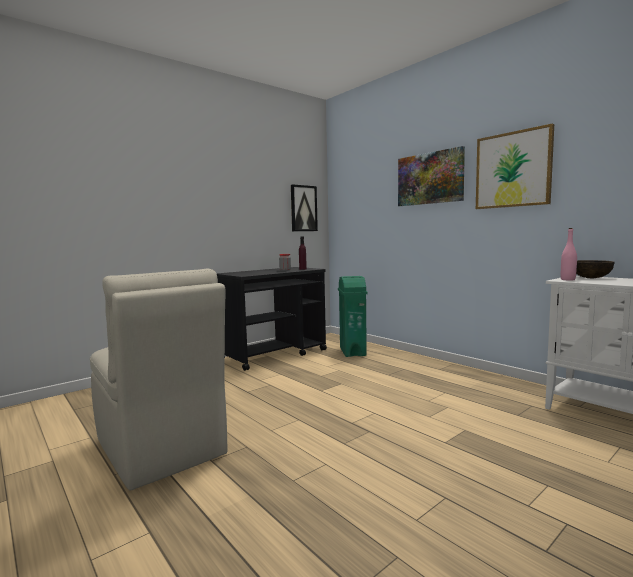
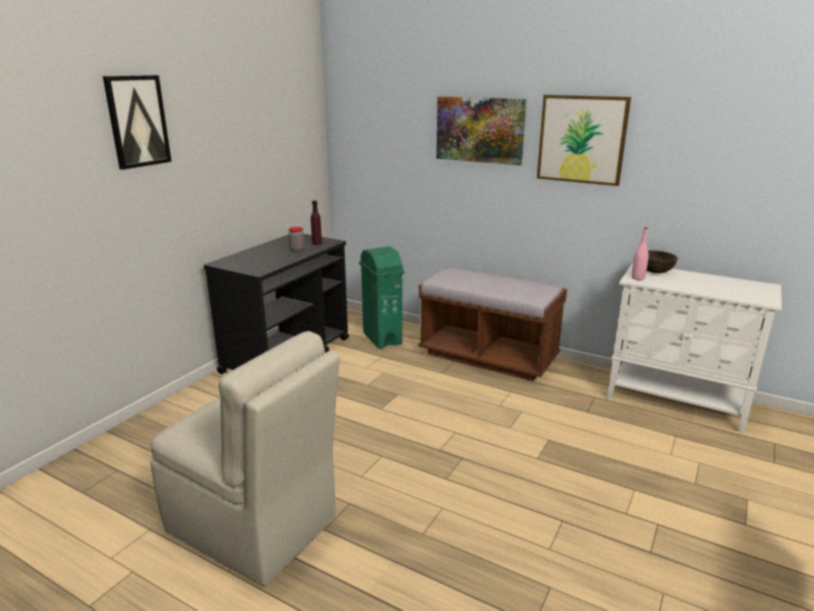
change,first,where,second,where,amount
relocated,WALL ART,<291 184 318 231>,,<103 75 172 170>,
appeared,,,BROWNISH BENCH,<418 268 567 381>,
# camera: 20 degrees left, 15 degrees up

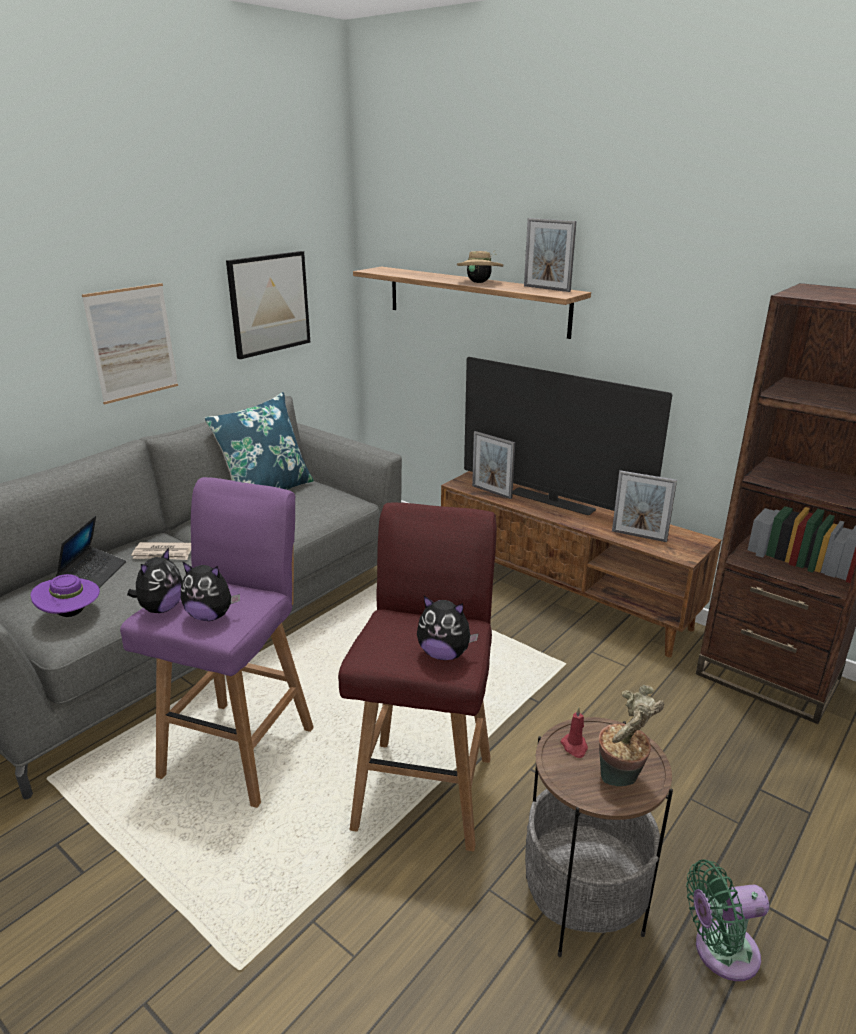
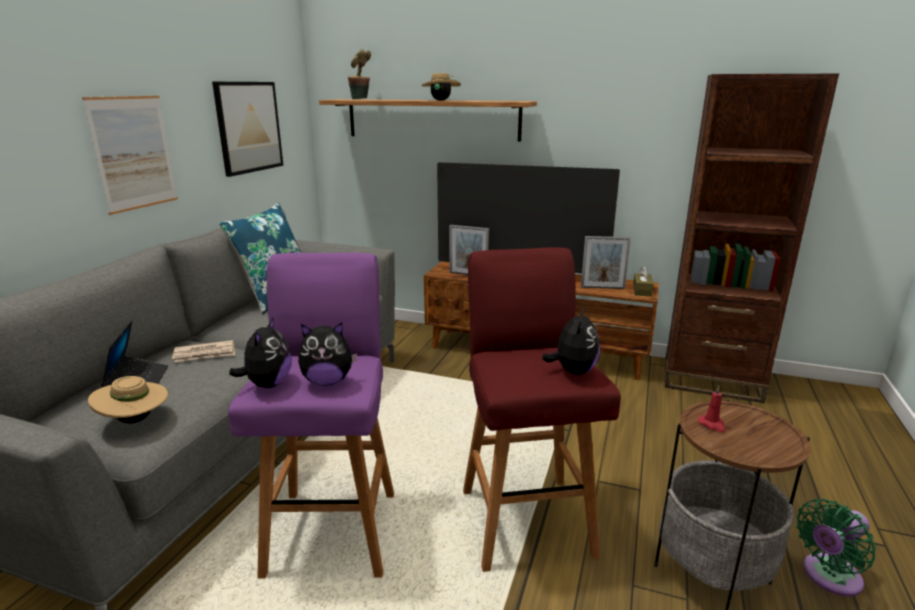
change,first,where,second,where,amount
missing,STANDING FRAME,<524 218 576 292>,,,
colour,PURPLE-COLOURED WEARABLE HAT,<31 574 100 617>,SAND-COLOURED WEARABLE HAT,<88 376 168 423>,
spun,CUDDLY TOY,<417 596 479 660>,,<542 308 600 375>,75 degrees counterclockwise
relocated,POTTED PLANT,<599 685 664 786>,,<348 49 371 100>,
appeared,,,BROWNISH TISSUE HOLDER,<633 266 654 297>,
# camera: 20 degrees left, 5 degrees down

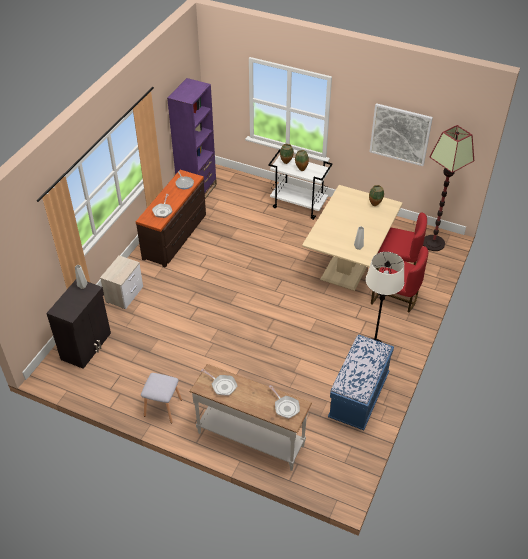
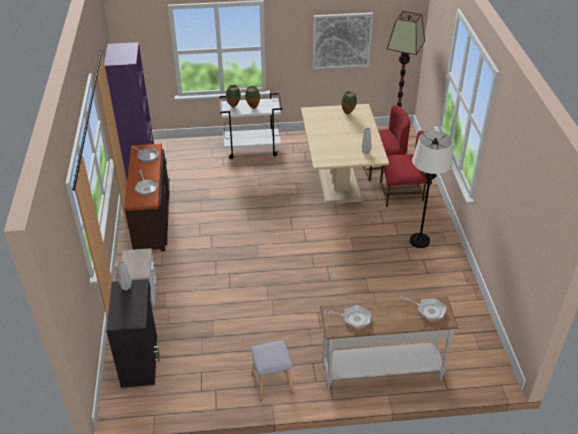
change,first,where,second,where,amount
missing,BLUE BENCH,<328 334 394 430>,,,
# camera: 30 degrees left, 5 degrees down

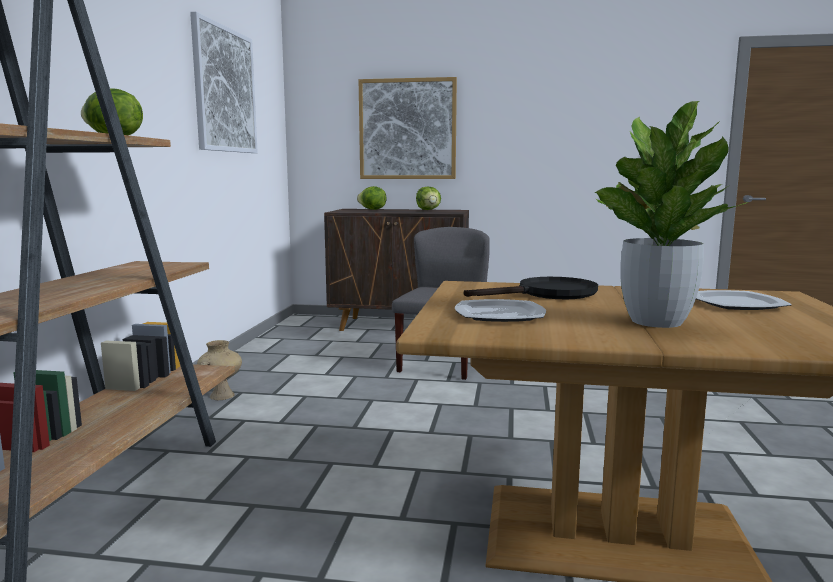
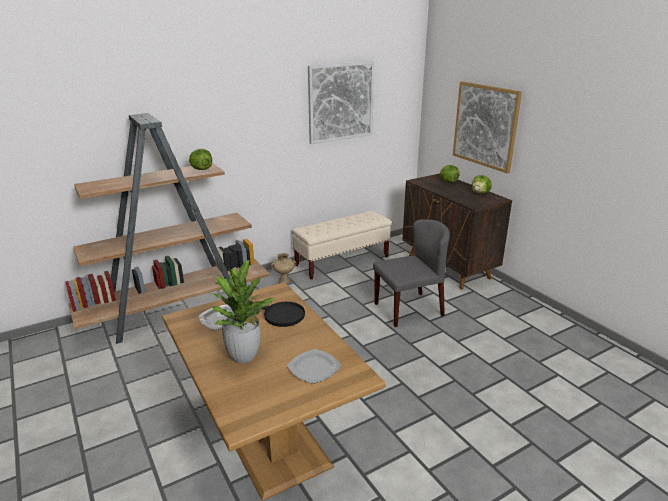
change,first,where,second,where,amount
appeared,,,SAND-COLOURED BENCH,<292 211 391 279>,
# camera: 50 degrees right, 15 degrees up

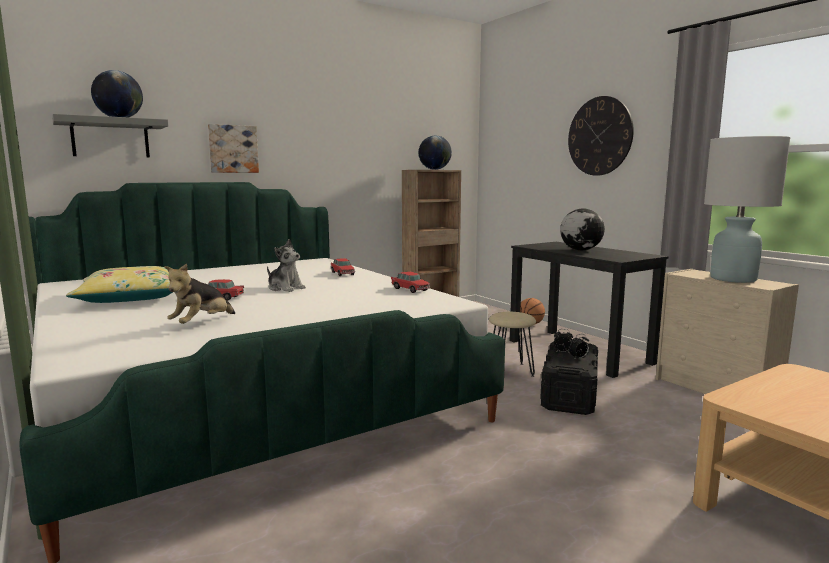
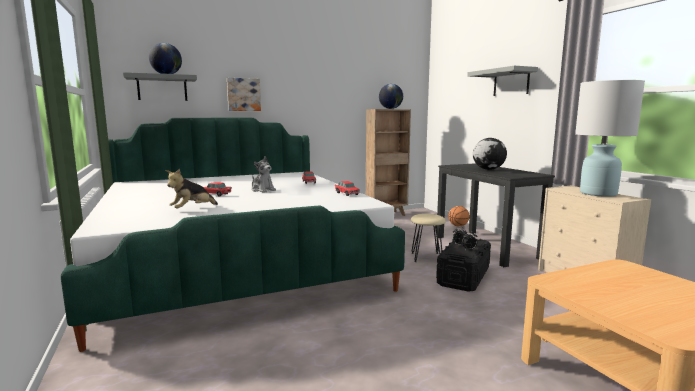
change,first,where,second,where,amount
exchanged,WALL CLOCK,<568 96 634 176>,GRAY SHELF,<467 66 538 96>,
missing,YELLOWISH CUSHION,<66 266 173 303>,,,
# camera: 10 degrees right, 0 degrees up

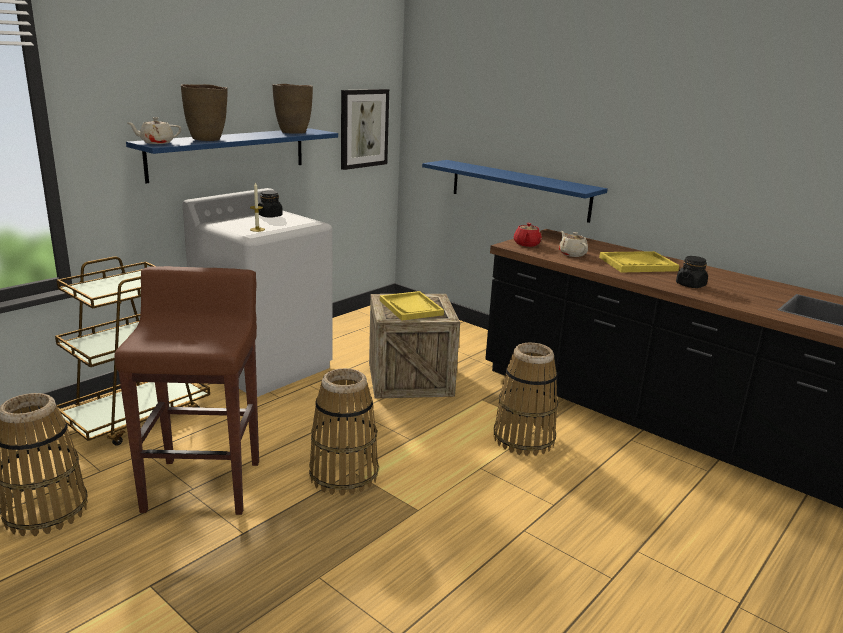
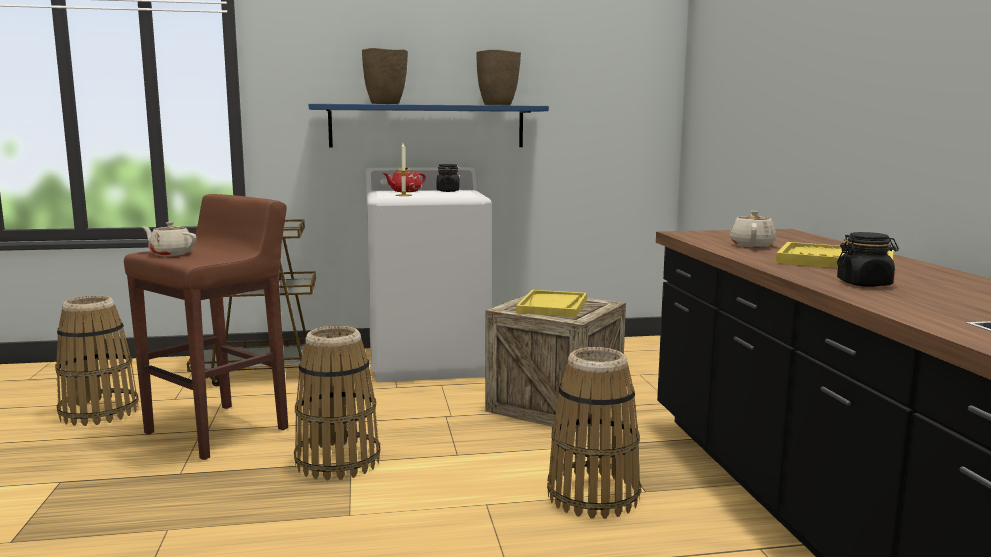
change,first,where,second,where,amount
missing,WALL ART,<341 89 389 170>,,,
relocated,SAND-COLOURED POT FOR TEA,<126 117 182 144>,,<142 222 197 256>,
missing,BLUE SHELF,<422 160 608 223>,,,
relocated,REDDISH POT FOR TEA,<514 223 542 247>,,<383 167 426 192>,
# camera: 40 degrees right, 10 degrees down

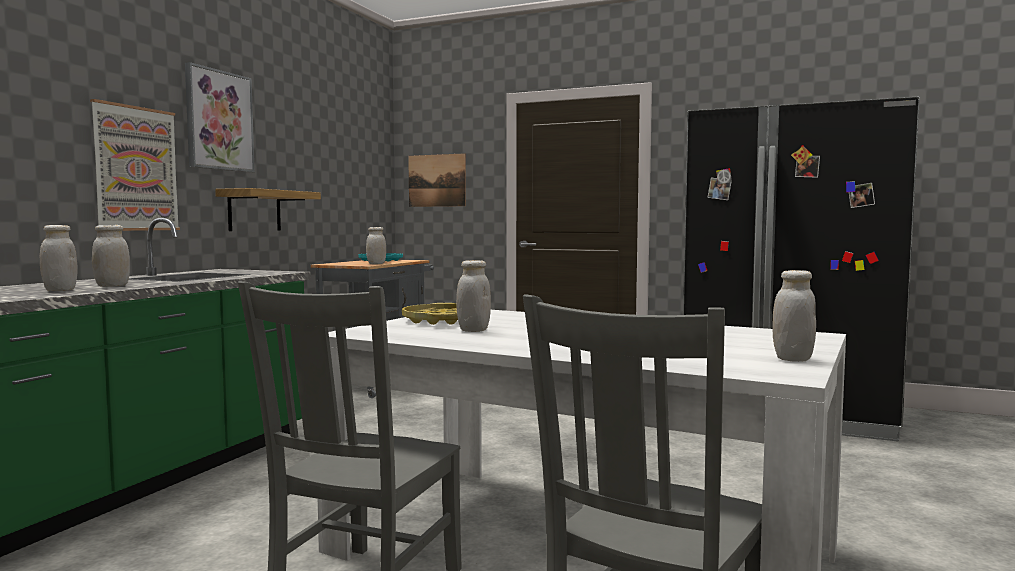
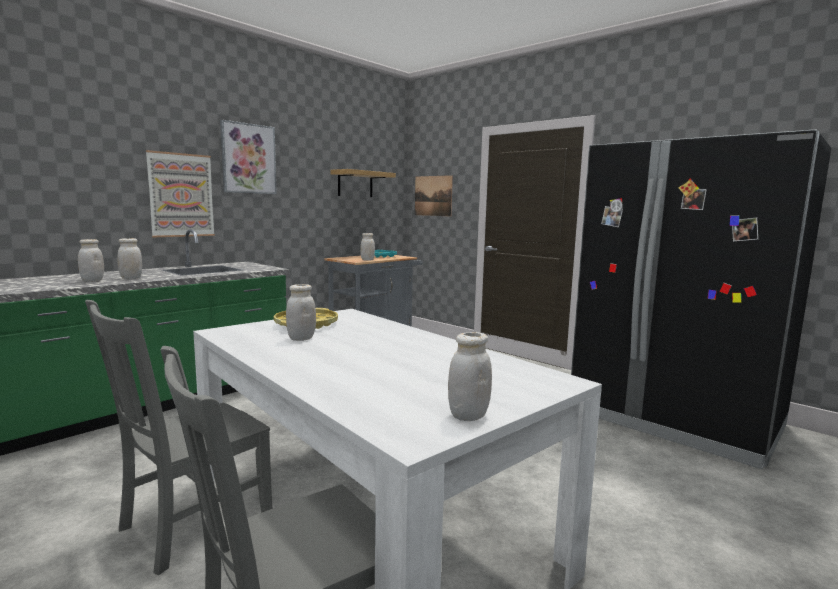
change,first,where,second,where,amount
relocated,SHELF,<215 188 321 231>,,<330 169 396 197>,
# camera: 20 degrees right, 5 degrees up

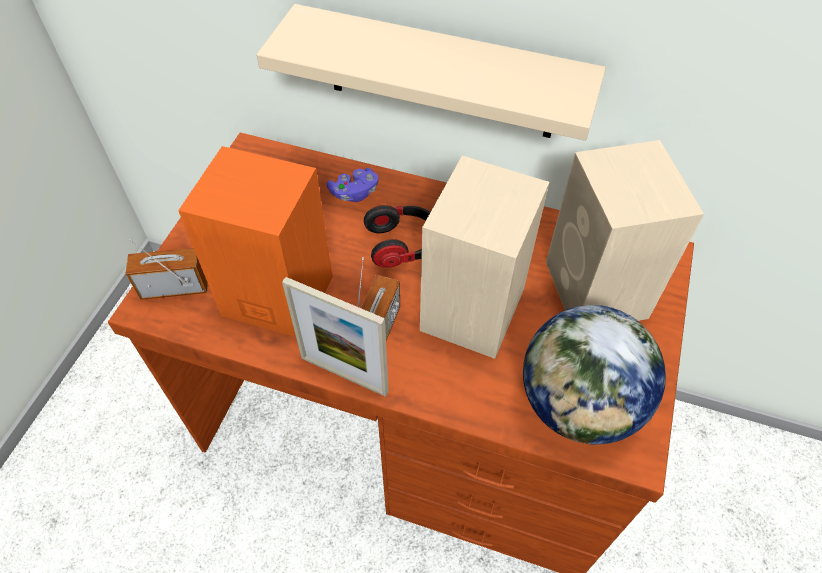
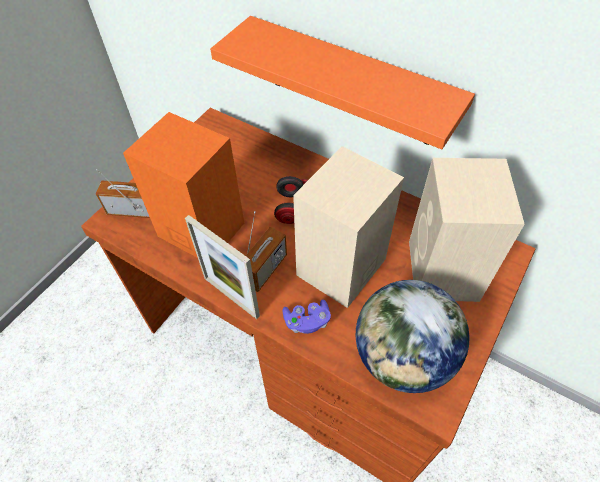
change,first,where,second,where,amount
colour,SAND-COLOURED SHELF,<256 4 606 141>,ORANGEY SHELF,<210 16 475 149>,
relocated,PURPLE-COLOURED GAMEPAD,<327 168 378 202>,,<283 300 331 334>,
# camera: 15 degrees right, 0 degrees up

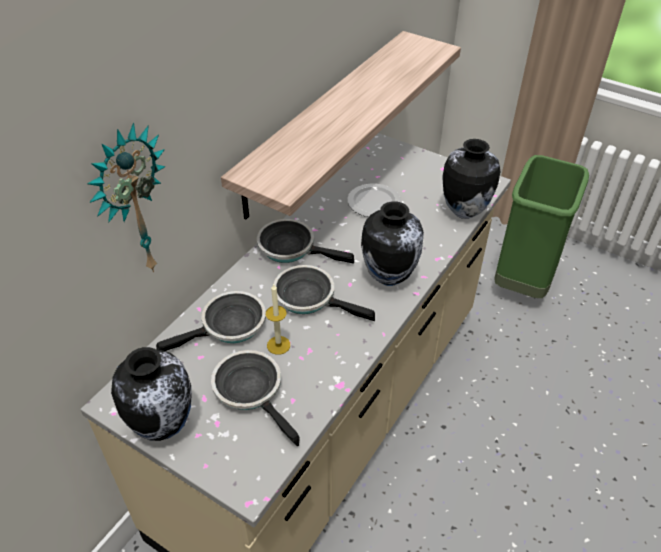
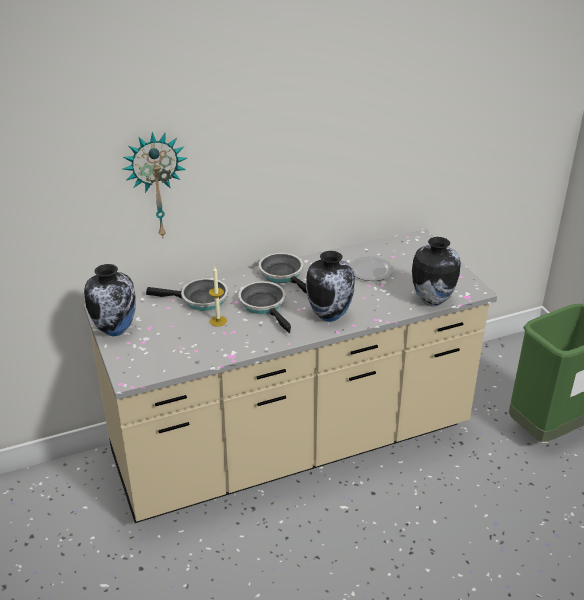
change,first,where,second,where,amount
missing,SHELF,<221 31 461 219>,,,
missing,PAN,<211 350 300 447>,,,
# camera: 35 degrees right, 10 degrees down

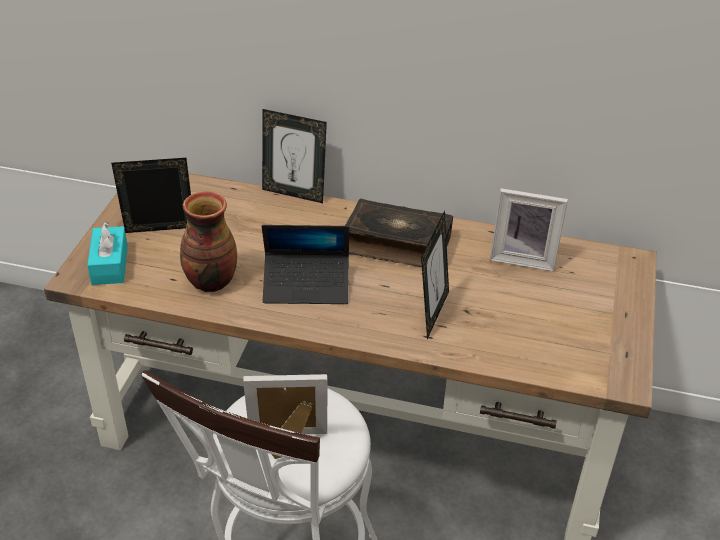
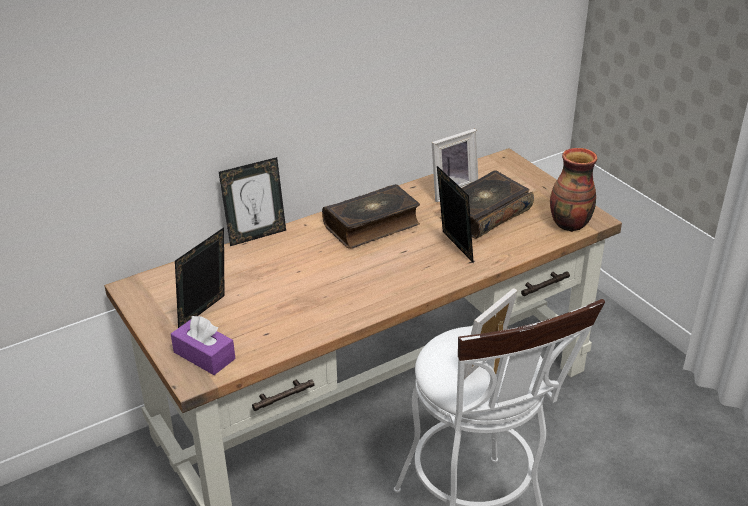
change,first,where,second,where,amount
relocated,FLOWER VASE,<180 192 237 292>,,<550 148 597 232>,
colour,BLUE-GREEN TISSUE HOLDER,<87 222 128 285>,PURPLE-COLOURED TISSUE HOLDER,<171 316 235 375>,
missing,LAPTOP,<262 225 349 304>,,,
appeared,,,BOOK,<440 170 534 239>,
# camera: 45 degrees left, 5 degrees down

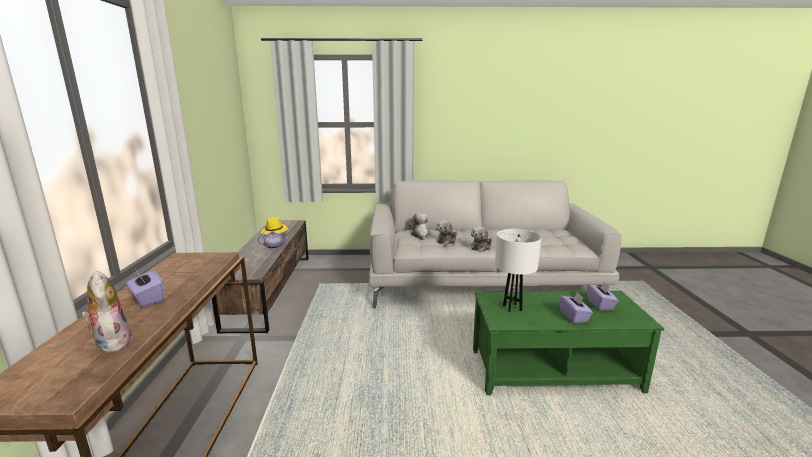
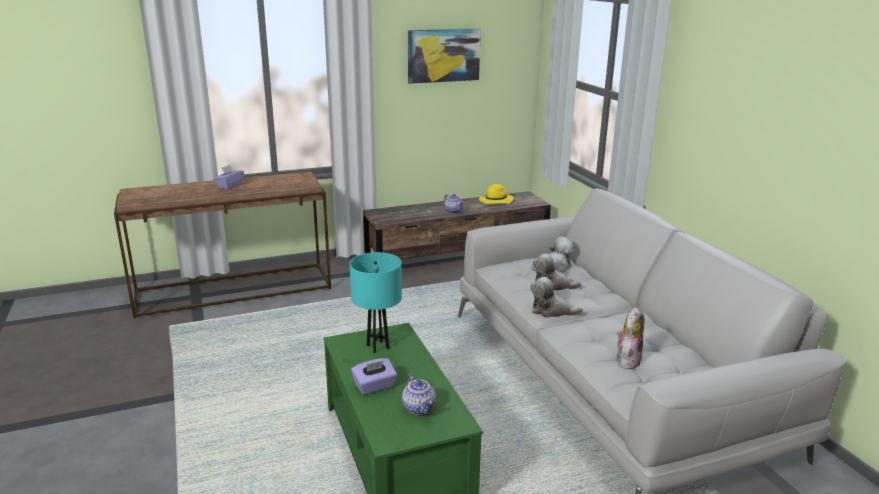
change,first,where,second,where,amount
colour,WHITE TABLETOP LAMP,<495 229 541 312>,BLUE-GREEN TABLETOP LAMP,<350 252 402 353>,
relocated,CUDDLY TOY,<81 270 132 353>,,<617 307 644 369>,
exchanged,PURPLE-COLOURED TISSUE HOLDER,<587 281 618 310>,POT FOR TEA,<402 374 436 415>,
appeared,,,WALL ART,<408 29 481 84>,
# camera: 70 degrees right, 5 degrees up

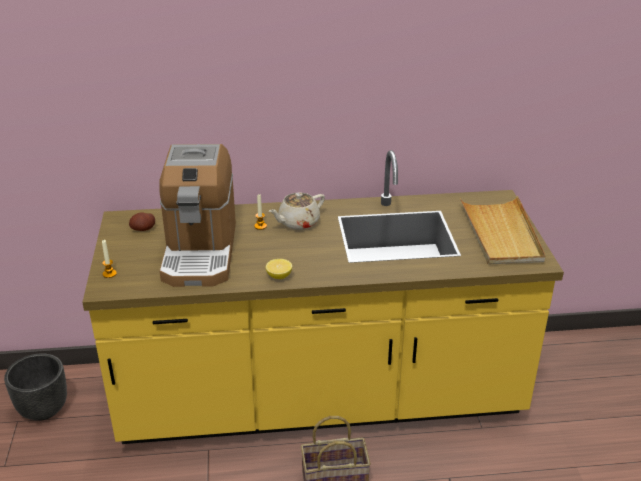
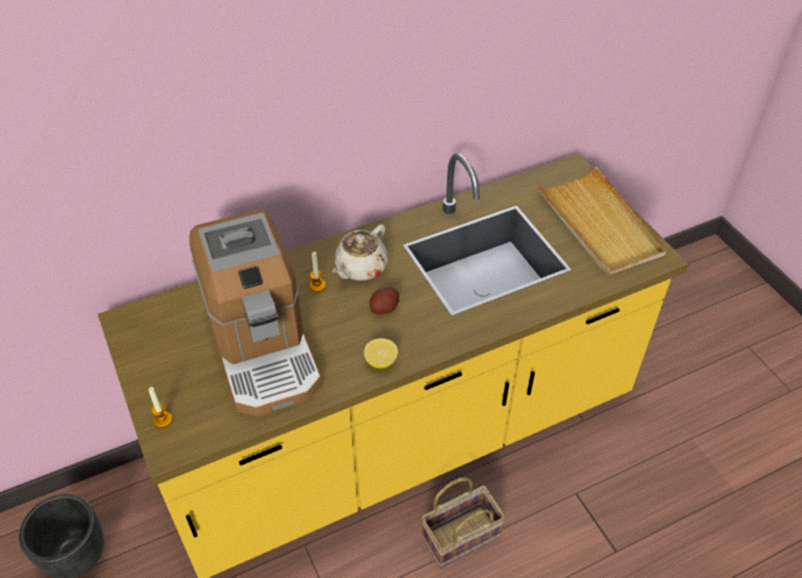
change,first,where,second,where,amount
relocated,WHOLE POTATO,<129 213 155 231>,,<369 287 399 314>,
# camera: 20 degrees left, 15 degrees up

